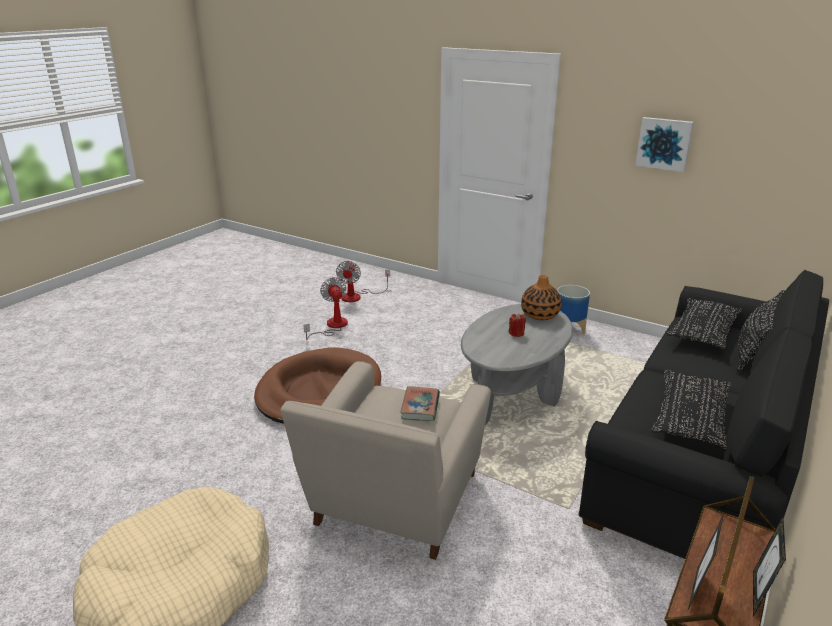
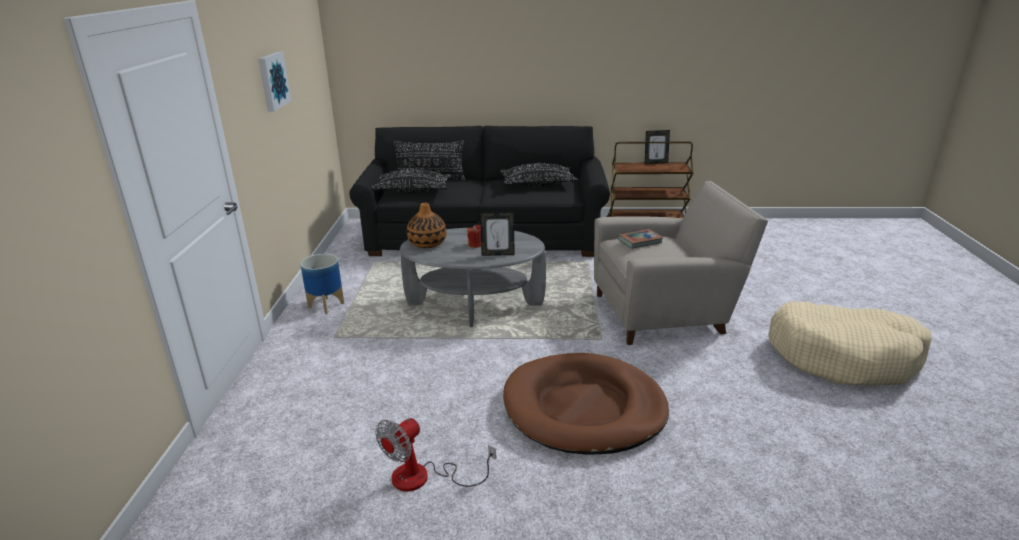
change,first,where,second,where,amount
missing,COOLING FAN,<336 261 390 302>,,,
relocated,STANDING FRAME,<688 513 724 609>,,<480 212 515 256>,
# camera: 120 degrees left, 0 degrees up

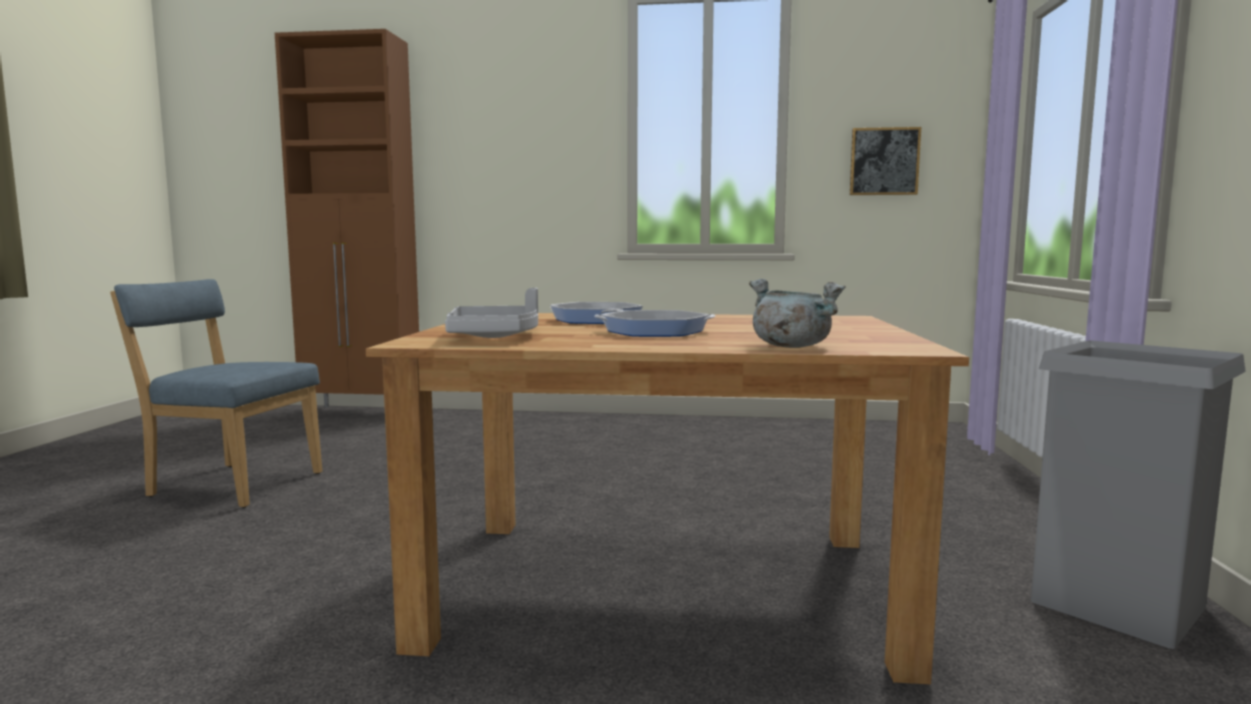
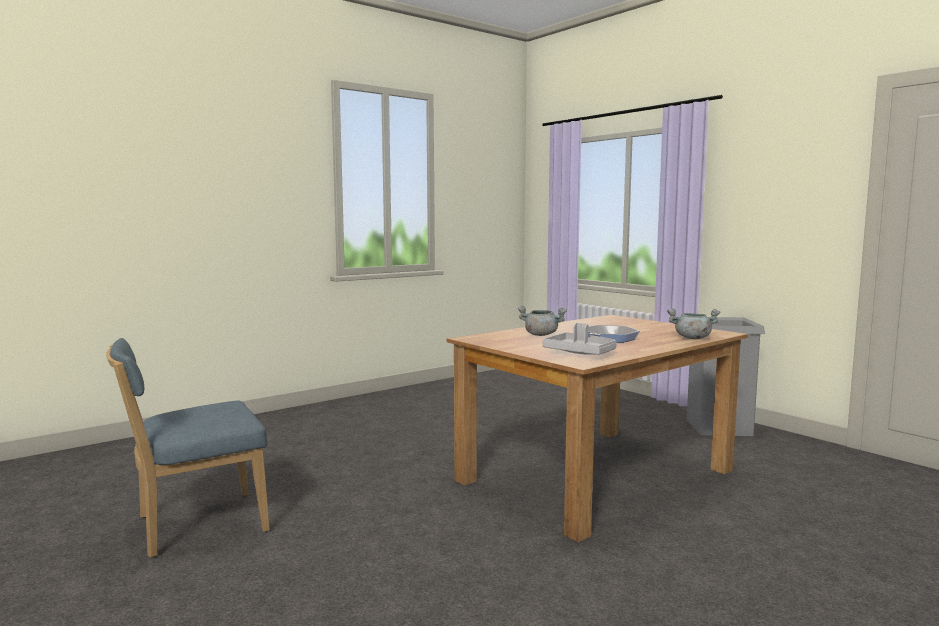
change,first,where,second,where,amount
missing,BROWNISH STORAGE CABINET,<275 29 419 408>,,,
missing,WALL ART,<850 127 921 195>,,,
exchanged,PAN,<550 302 643 324>,GRAY STOCKPOT,<518 306 567 336>,
# camera: 45 degrees left, 0 degrees up

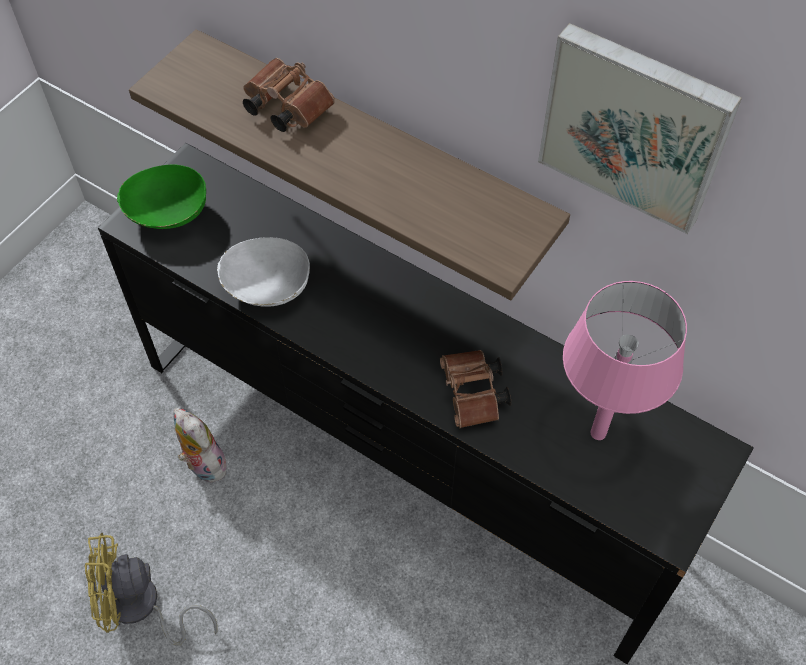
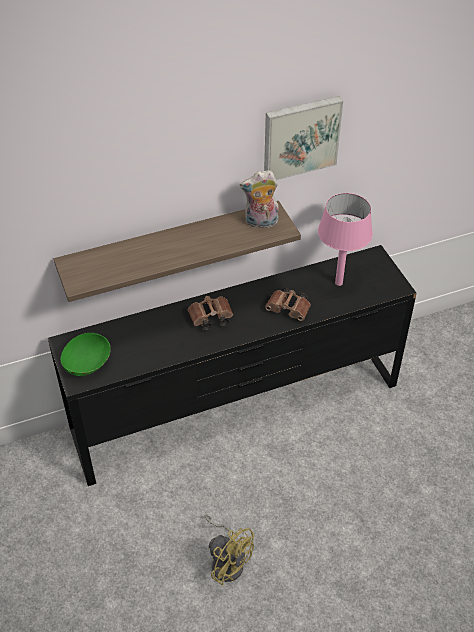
change,first,where,second,where,amount
relocated,BROWNISH PAIR OF BINOCULARS,<243 58 335 132>,,<188 296 233 330>,
missing,WHITE SERVING BOWL,<217 237 310 307>,,,
relocated,CUDDLY TOY,<174 408 227 483>,,<240 170 279 228>,
spun,YELLOWISH COOLING FAN,<85 532 218 646>,,<205 515 254 586>,75 degrees counterclockwise
# camera: 55 degrees left, 10 degrees down

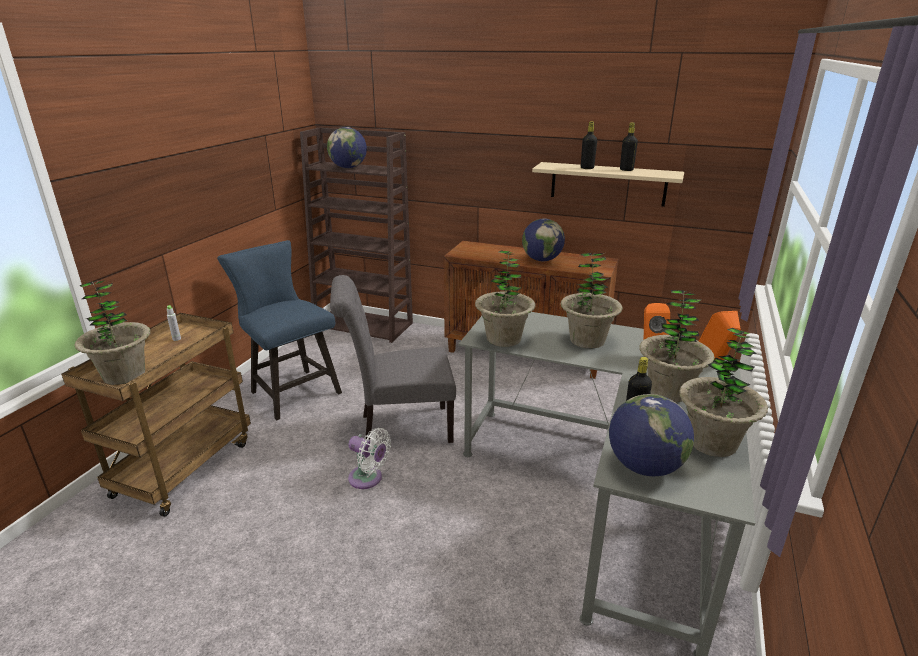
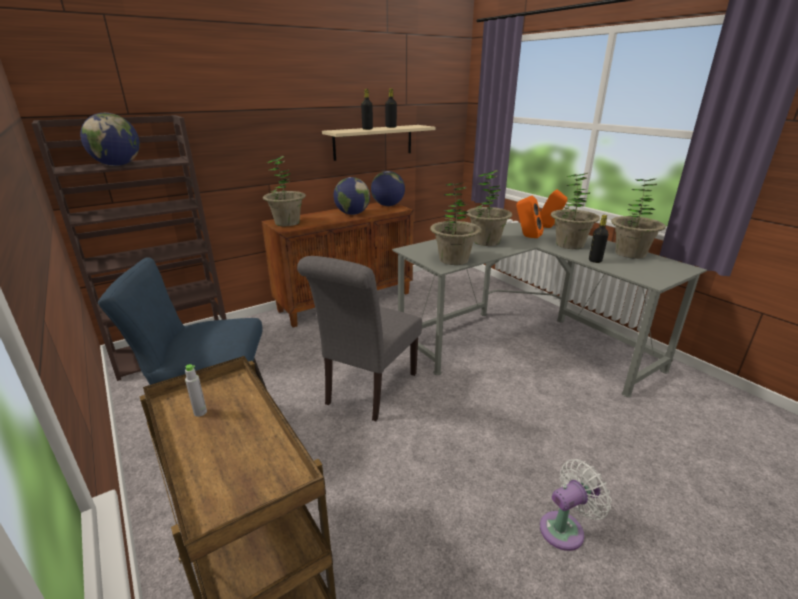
change,first,where,second,where,amount
relocated,POTTED PLANT,<74 280 150 385>,,<263 156 306 226>,
relocated,GLOBE,<609 394 694 476>,,<371 171 405 206>,
relocated,WHITE COOLING FAN,<348 428 391 489>,,<540 459 612 551>,
# camera: 55 degrees left, 0 degrees up

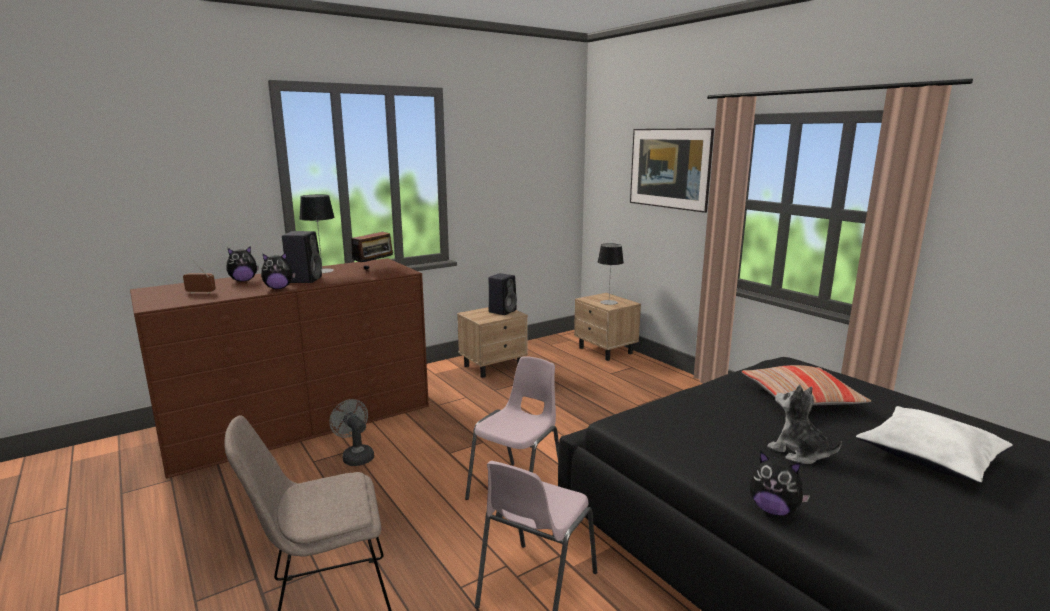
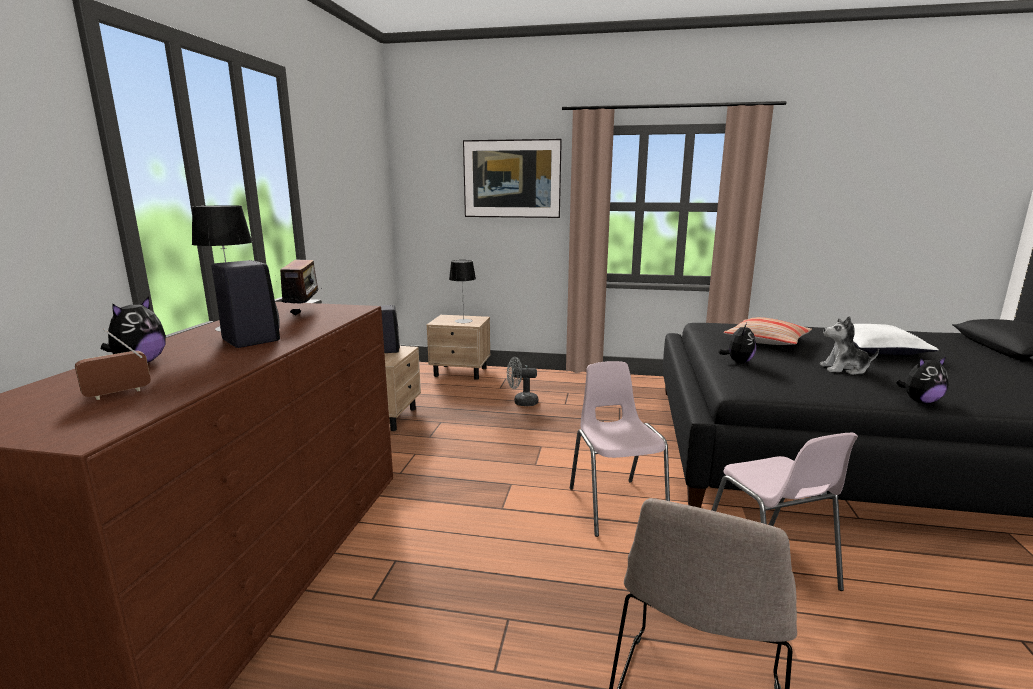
change,first,where,second,where,amount
relocated,CUDDLY TOY,<261 253 296 289>,,<718 323 756 363>,
relocated,GRAY COOLING FAN,<329 399 374 466>,,<507 357 538 406>,
# camera: 45 degrees left, 0 degrees up

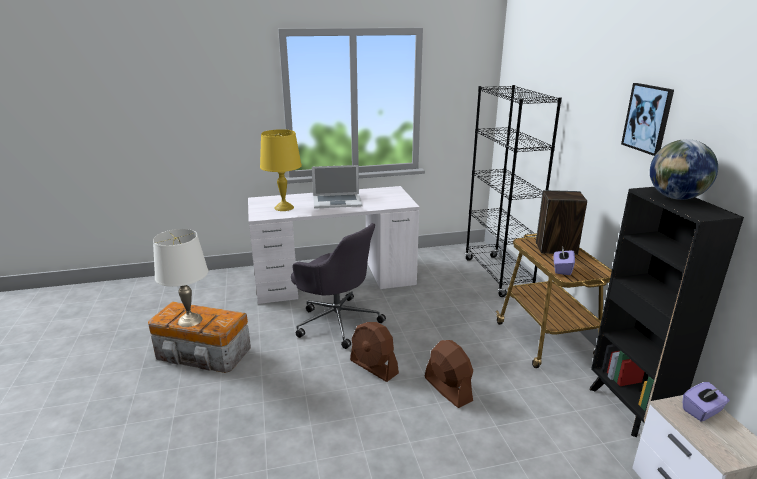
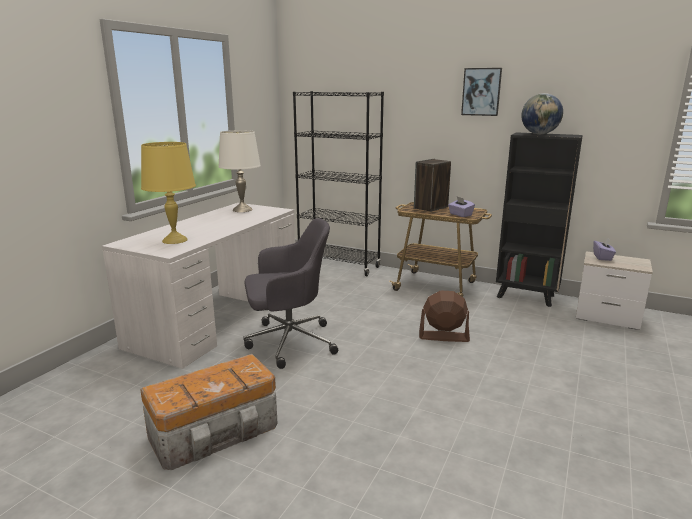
change,first,where,second,where,amount
missing,LAPTOP,<312 165 362 209>,,,
relocated,WHITE TABLETOP LAMP,<153 229 208 327>,,<218 130 261 212>,
missing,BROWNISH COOLING FAN,<350 322 399 382>,,,
# camera: 50 degrees left, 5 degrees down

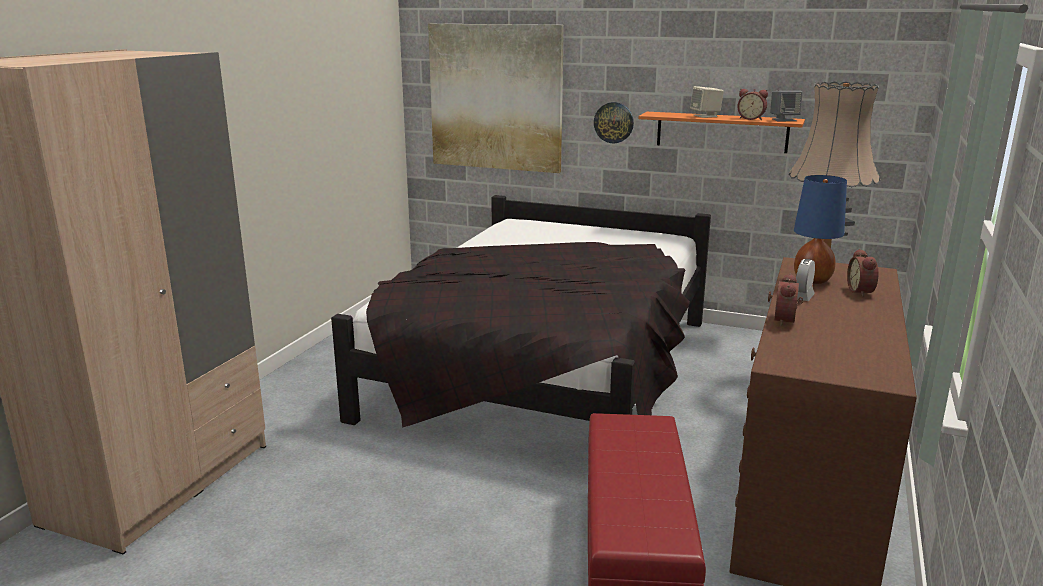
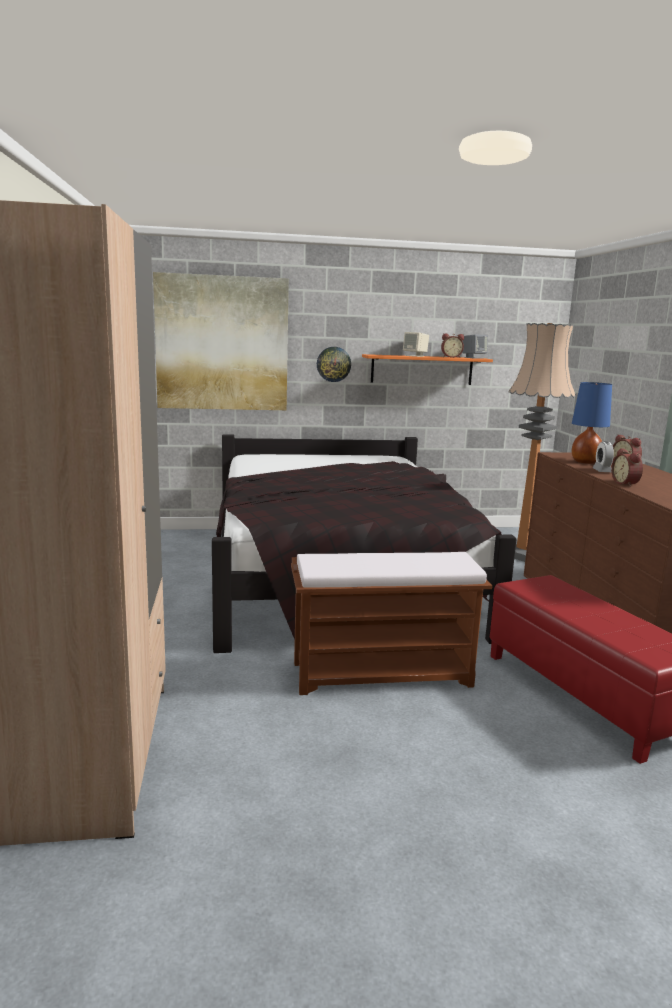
change,first,where,second,where,amount
appeared,,,BROWNISH BENCH,<291 552 492 695>,
# camera: 30 degrees left, 5 degrees down

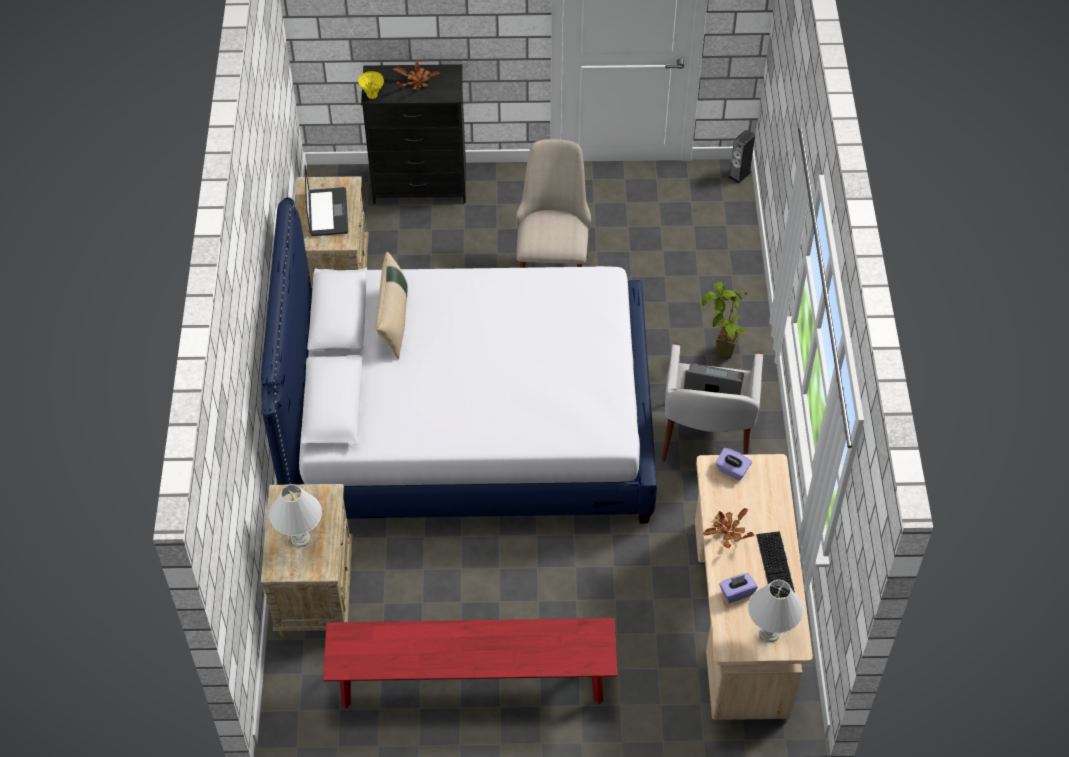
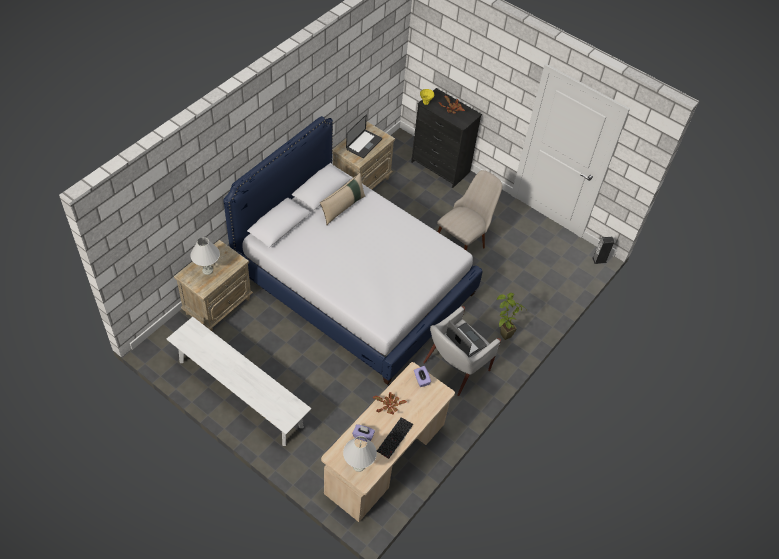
change,first,where,second,where,amount
colour,REDDISH BENCH,<323 618 618 708>,WHITE BENCH,<167 317 312 446>,
# camera: 35 degrees right, 0 degrees up

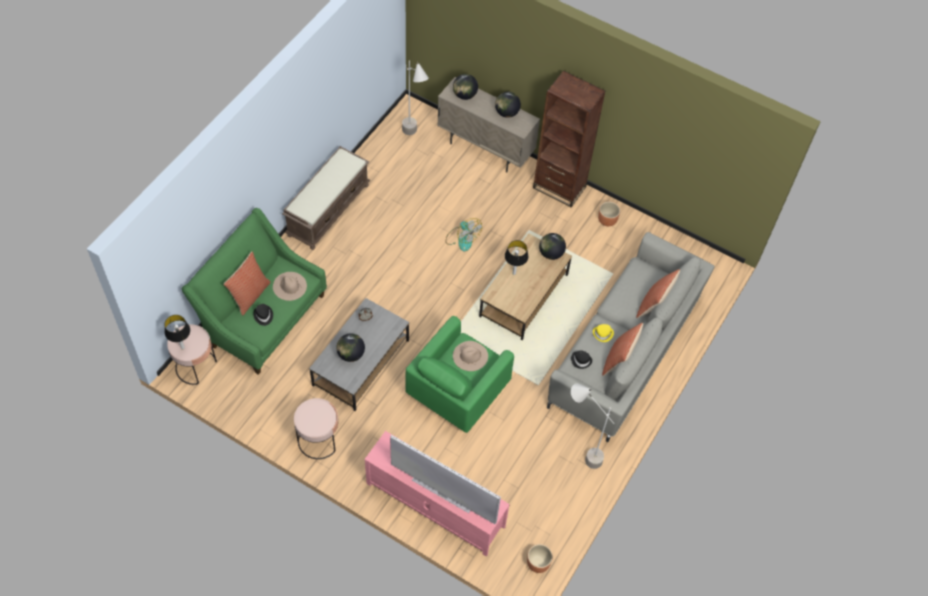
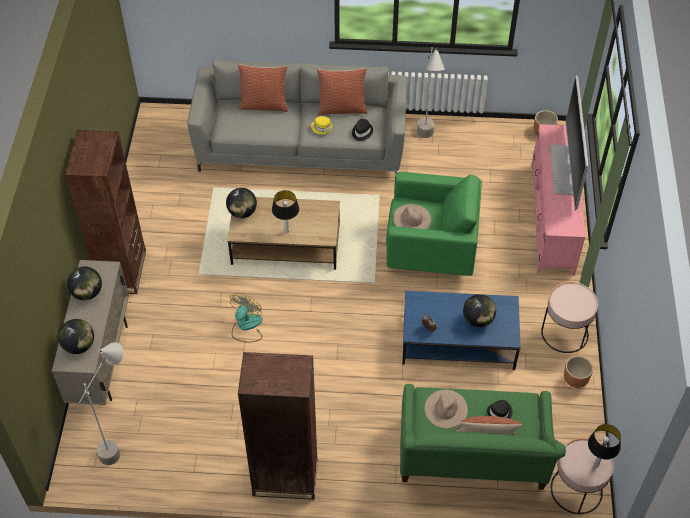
change,first,where,second,where,amount
exchanged,BROWNISH BENCH,<282 146 370 250>,BROWNISH SHELVING UNIT,<238 352 318 500>,
relocated,BROWNISH FLOWER POT,<598 202 620 226>,,<564 356 593 388>,
colour,GRAY LOUNGE TABLE,<309 298 409 411>,BLUE LOUNGE TABLE,<402 291 521 370>,
# camera: 115 degrees left, 5 degrees down

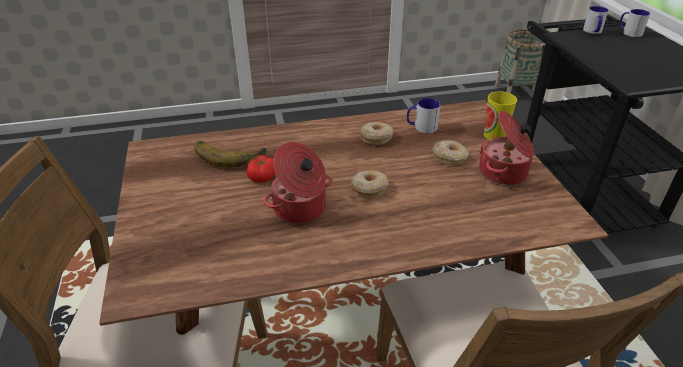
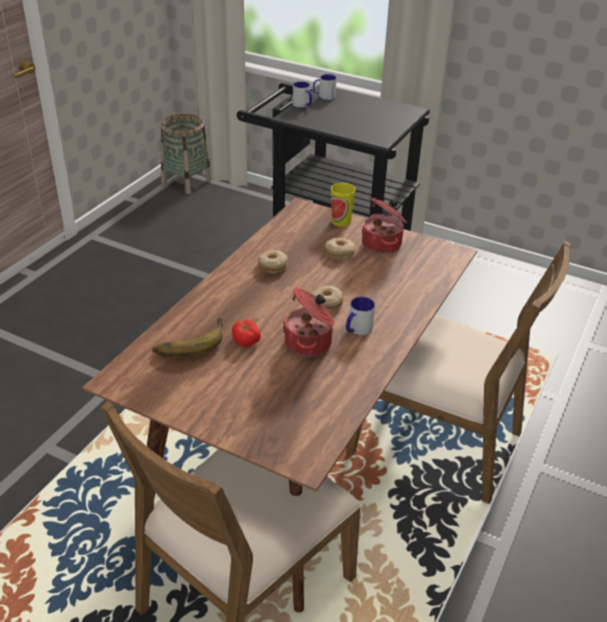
change,first,where,second,where,amount
relocated,MUG,<407 98 441 133>,,<346 297 375 335>,
# camera: 50 degrees left, 0 degrees up

